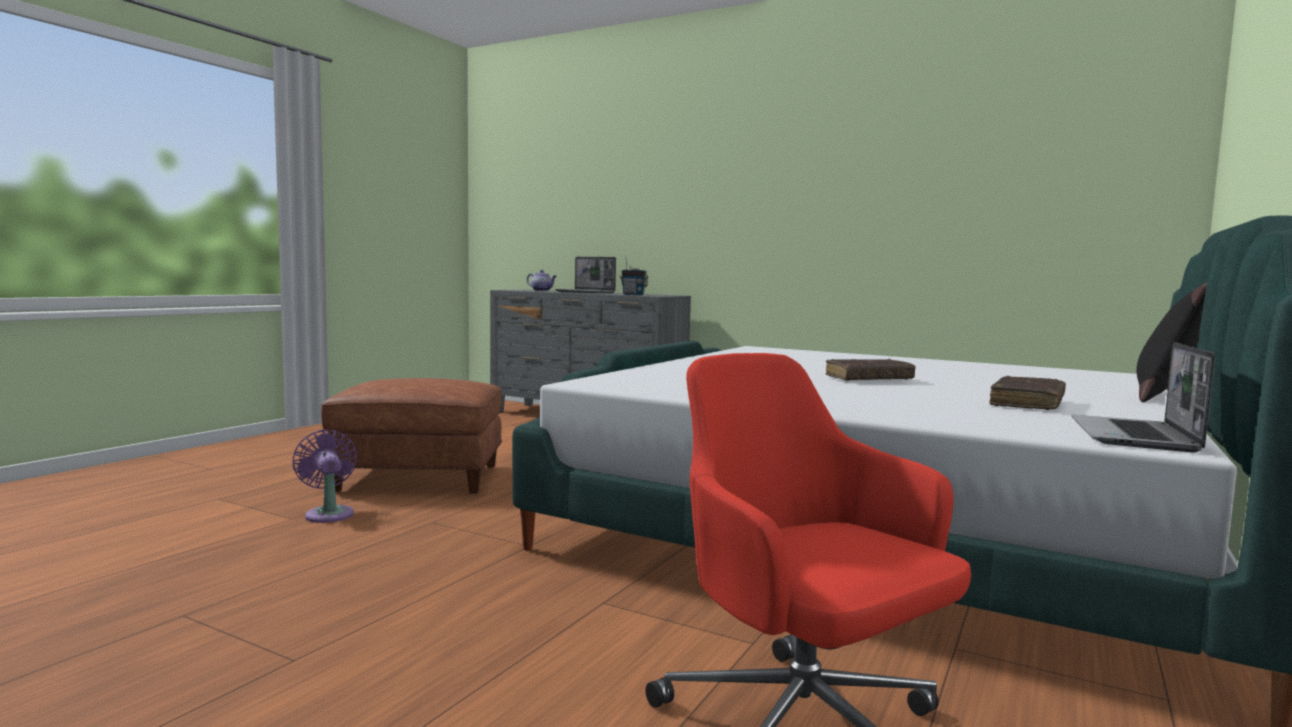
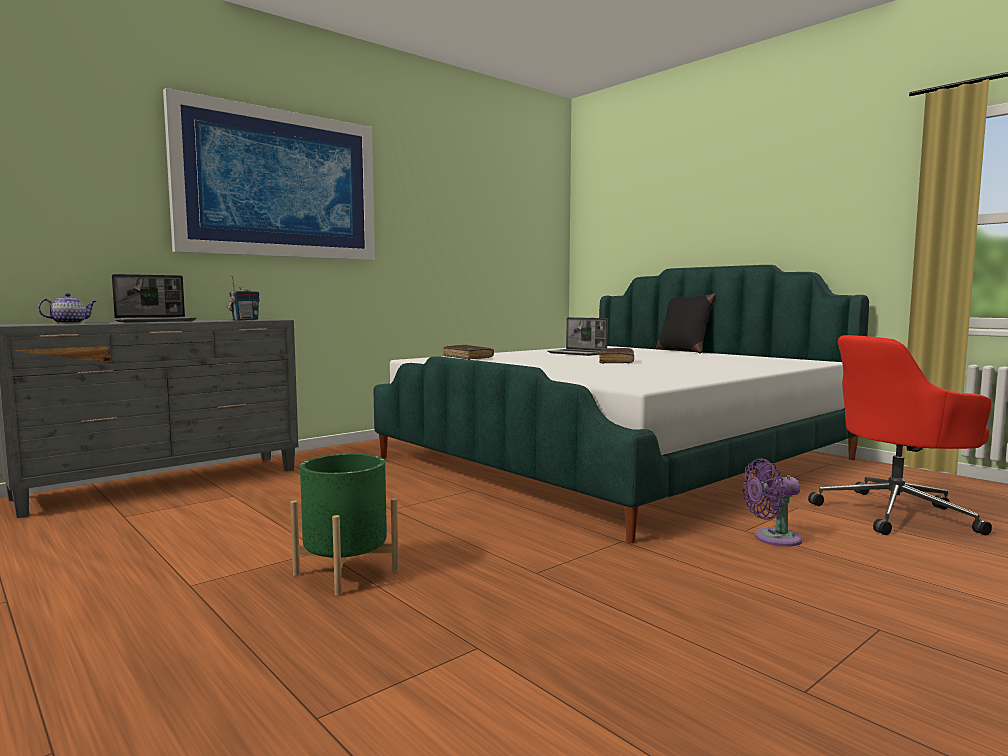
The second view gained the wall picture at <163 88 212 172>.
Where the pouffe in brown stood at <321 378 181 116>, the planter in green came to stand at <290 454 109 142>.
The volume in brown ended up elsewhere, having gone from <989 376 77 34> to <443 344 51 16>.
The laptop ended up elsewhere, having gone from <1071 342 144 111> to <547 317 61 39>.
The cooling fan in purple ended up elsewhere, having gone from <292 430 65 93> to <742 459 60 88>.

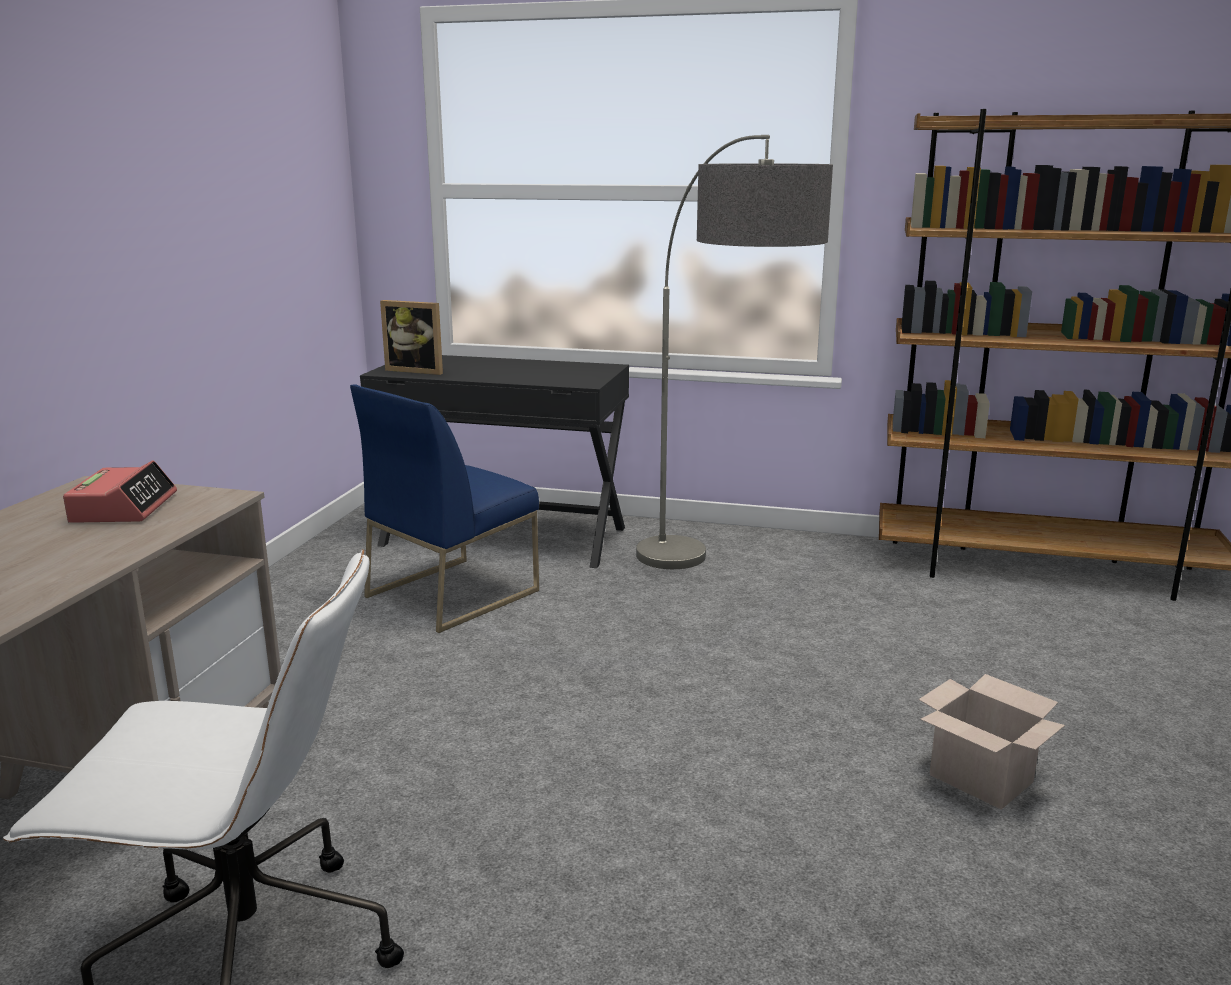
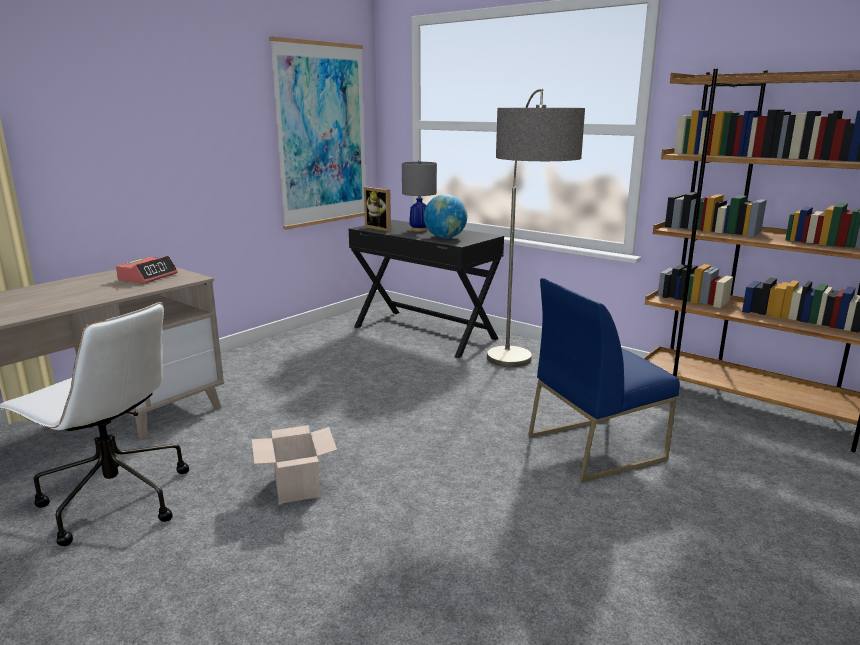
The cardboard box ended up elsewhere, having gone from <919 674 146 136> to <252 425 85 79>.
The second view gained the wall picture at <269 37 97 193>.
The second view gained the tabletop lamp in gray at <402 160 35 72>.
The second view gained the globe at <424 194 43 44>.
The chair in bluish ended up elsewhere, having gone from <350 384 189 249> to <528 278 152 205>.

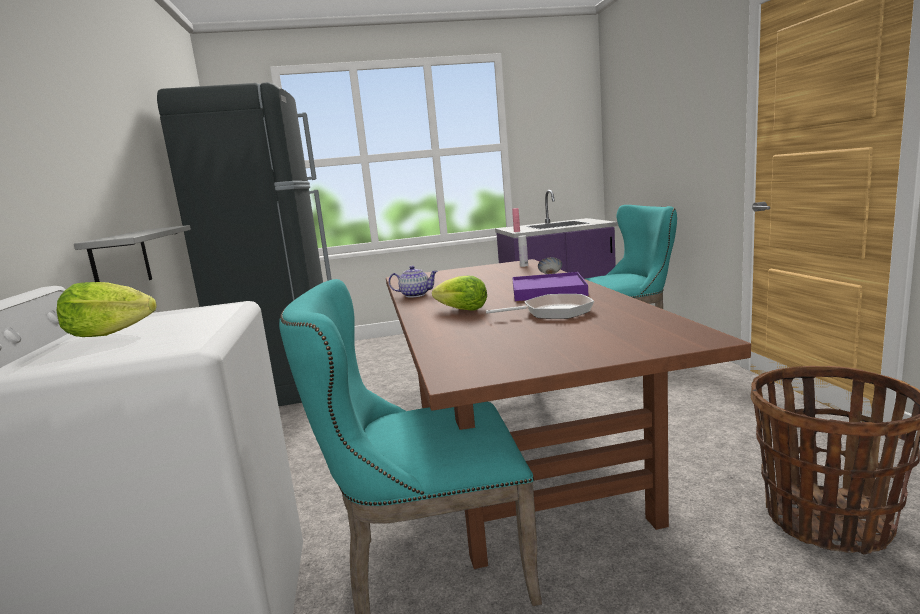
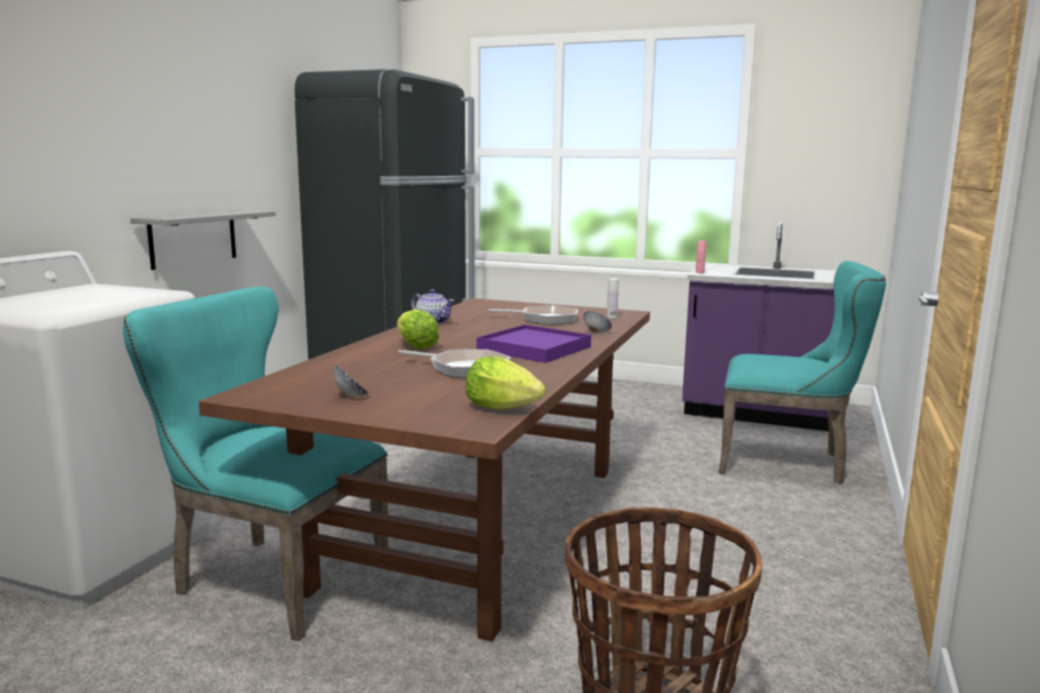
The second view gained the serving bowl at <334 365 34 31>.
The lettuce head ended up elsewhere, having gone from <56 282 101 55> to <466 356 79 54>.
The second view gained the skillet at <488 305 90 20>.

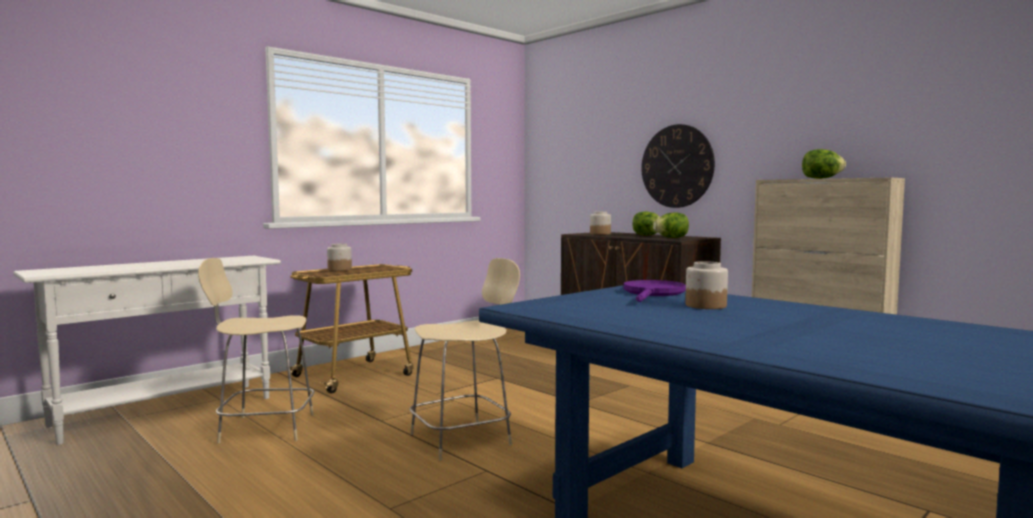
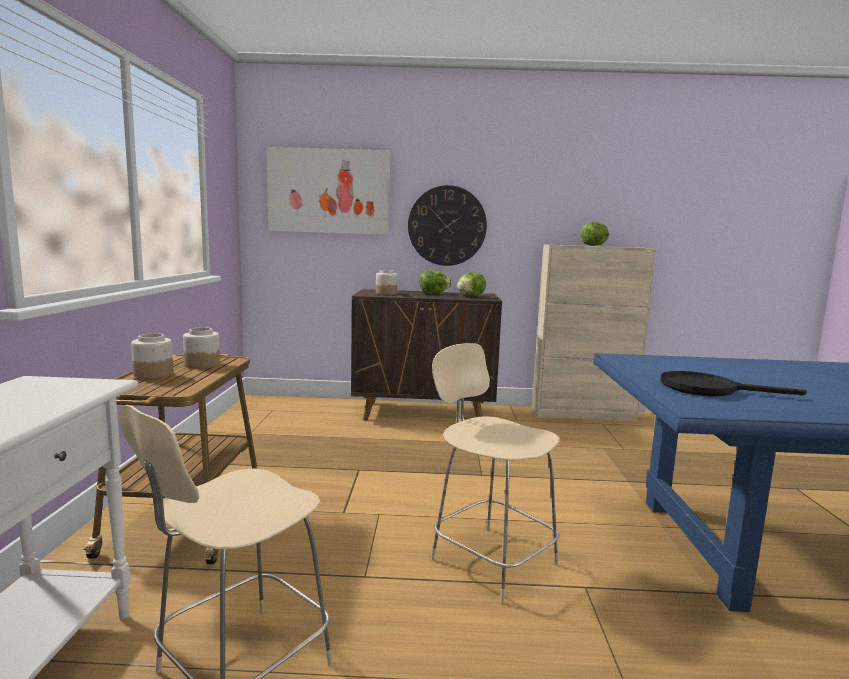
The jar ended up elsewhere, having gone from <685 261 43 48> to <183 327 37 42>.
The second view gained the wall picture at <267 147 123 88>.
The chair in beige at <410 258 110 203> ended up facing another way, 60 degrees counterclockwise from before.
The second view gained the skillet in blackish at <660 371 147 25>.
The second view lost the skillet in purple at <624 280 62 22>.

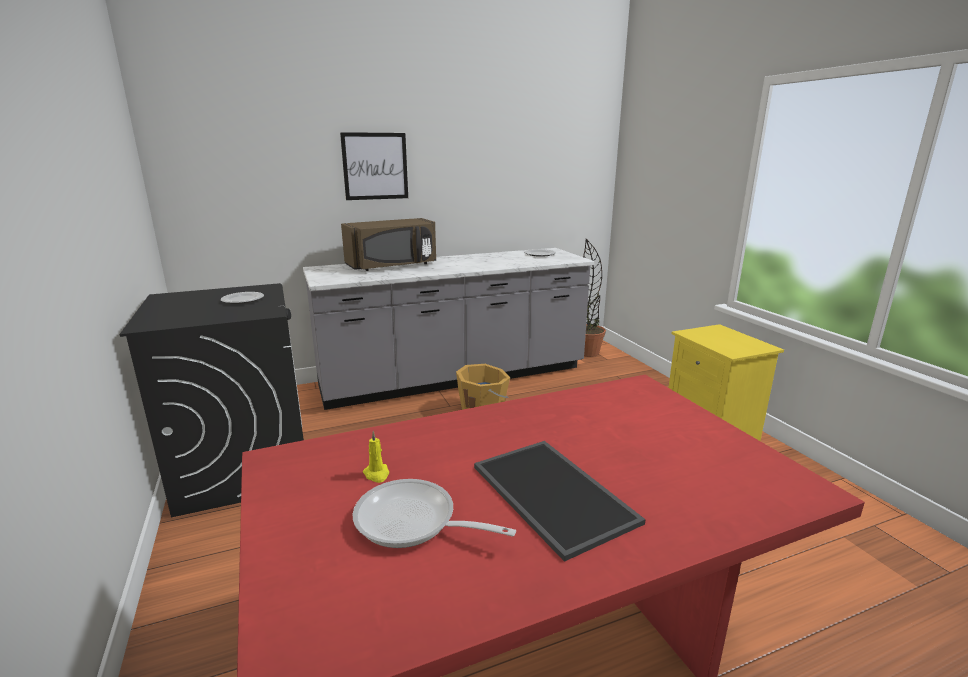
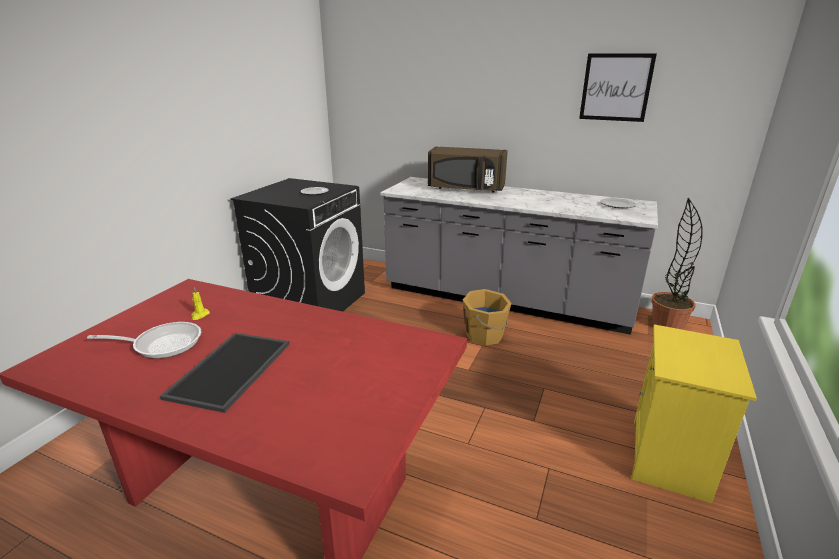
The skillet at <352 479 164 69> ended up facing another way, 105 degrees clockwise from before.
The wall picture ended up elsewhere, having gone from <340 132 68 68> to <579 53 78 69>.

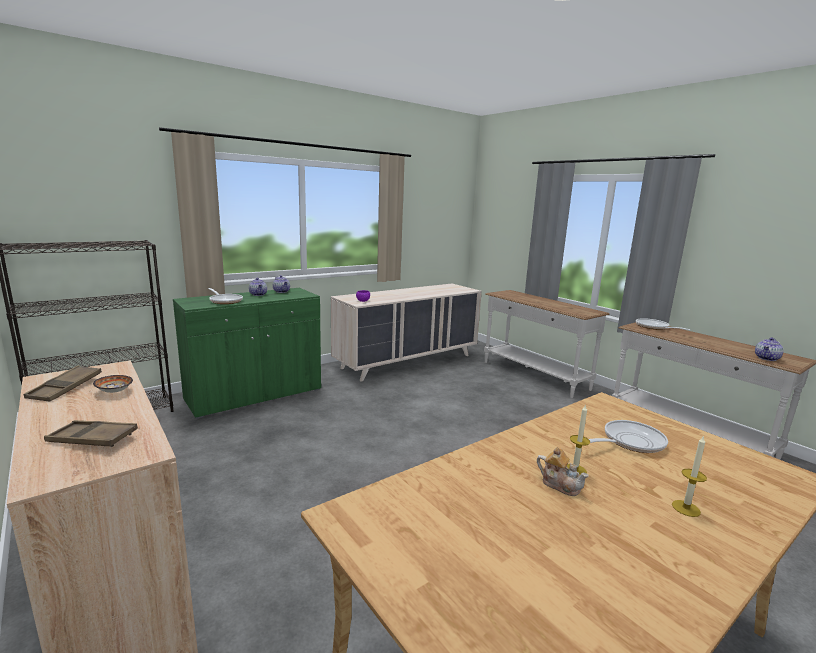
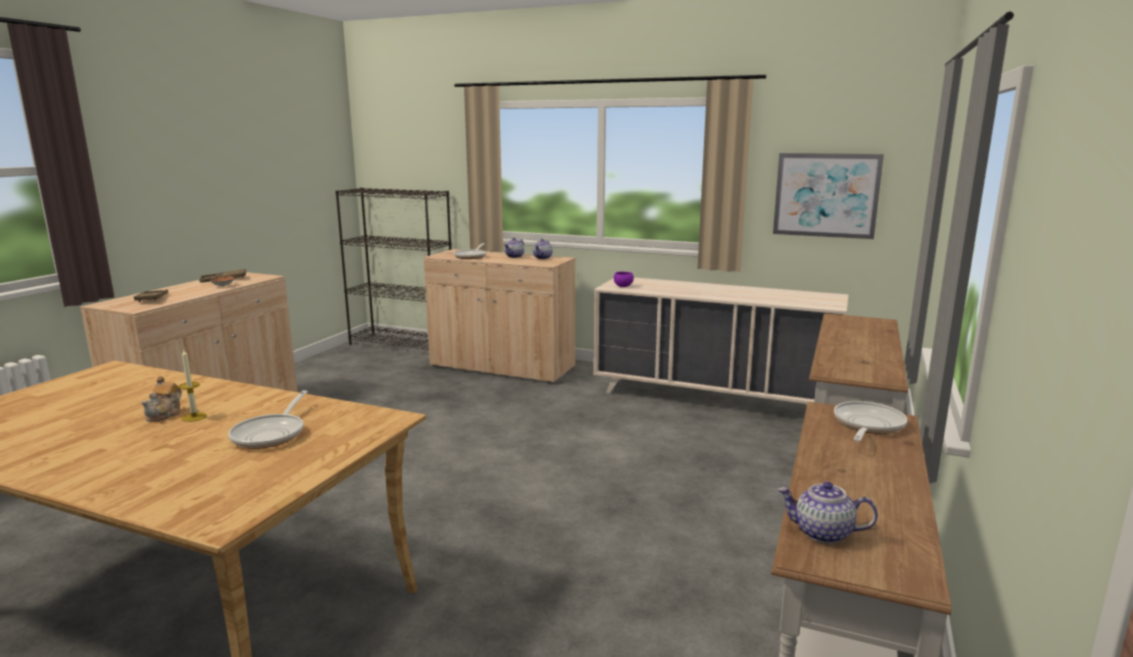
The skillet at <589 420 79 33> ended up facing another way, 60 degrees clockwise from before.
What was the storage cabinet in green at <173 288 148 131> turned into the storage cabinet in beige at <424 249 152 135>.
The second view gained the wall picture at <773 153 111 86>.
The second view lost the wax light at <672 435 35 82>.

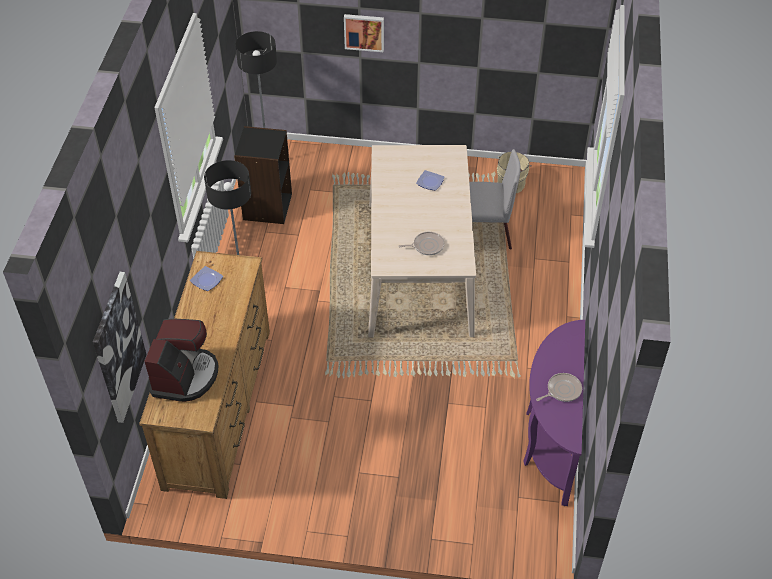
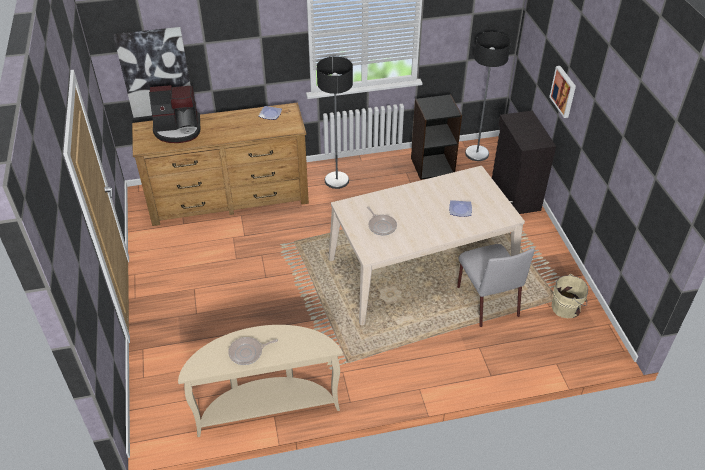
What was the hall table in purple at <523 320 62 186> turned into the hall table in beige at <178 325 165 112>.
The skillet at <536 373 46 29> ended up facing another way, 120 degrees clockwise from before.
The second view gained the storage cabinet in blackish at <492 111 64 103>.

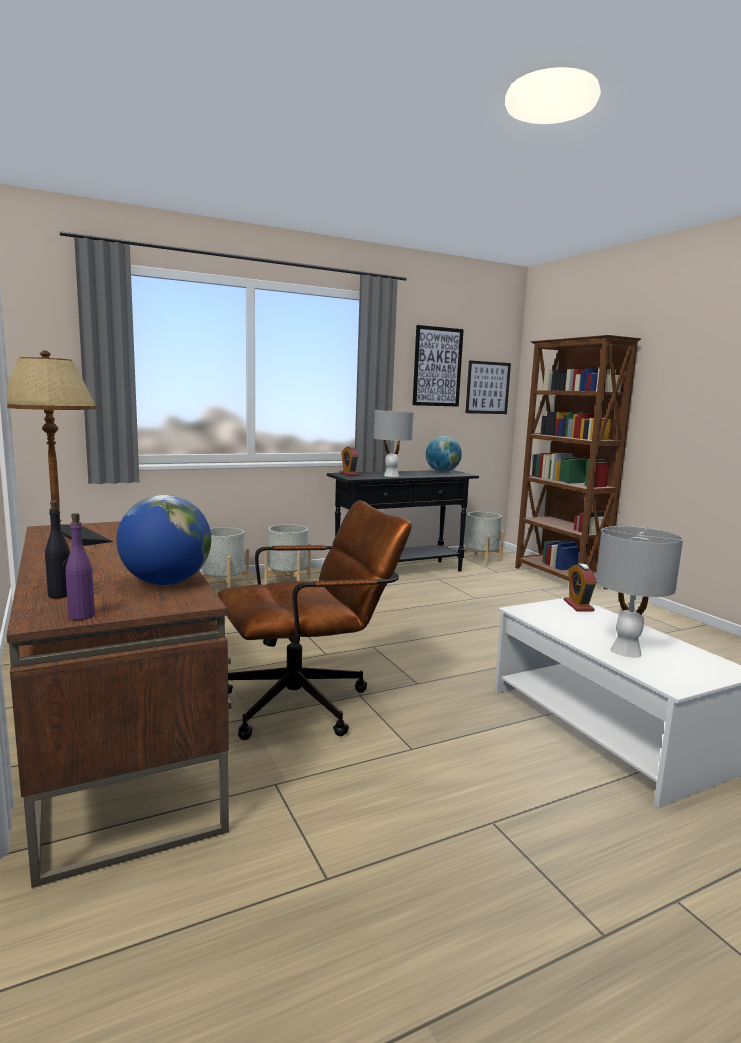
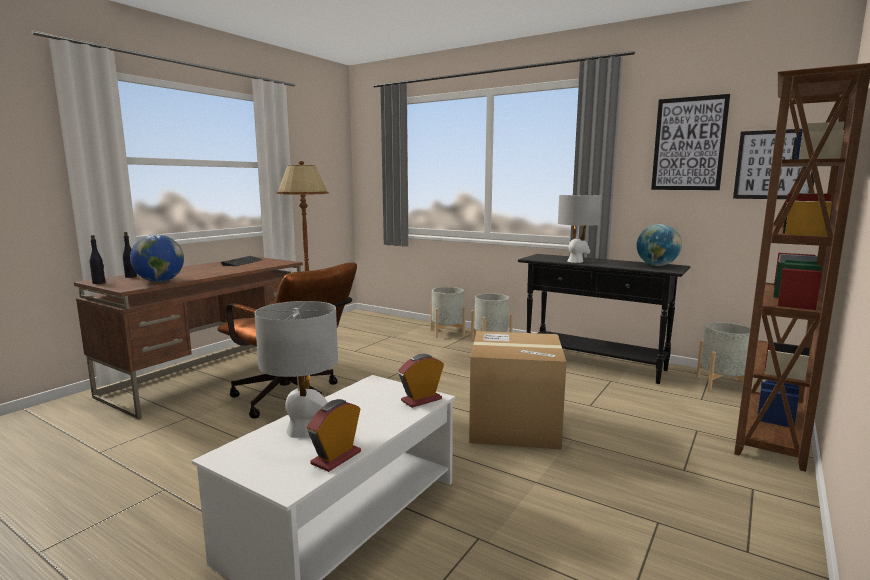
What was the beverage bottle in purple at <65 513 30 107> turned into the beverage bottle in blackish at <90 235 15 49>.
The alarm clock ended up elsewhere, having gone from <340 447 19 29> to <307 399 54 73>.
The second view gained the cardboard box at <469 331 97 119>.

